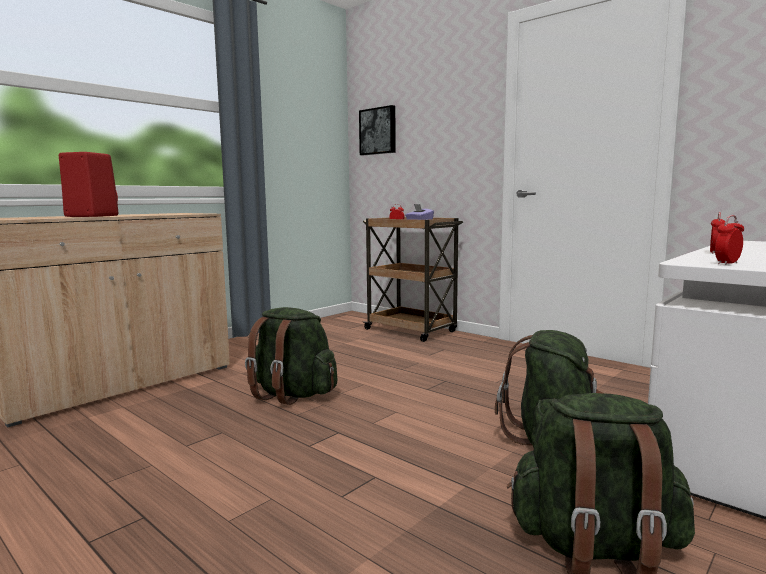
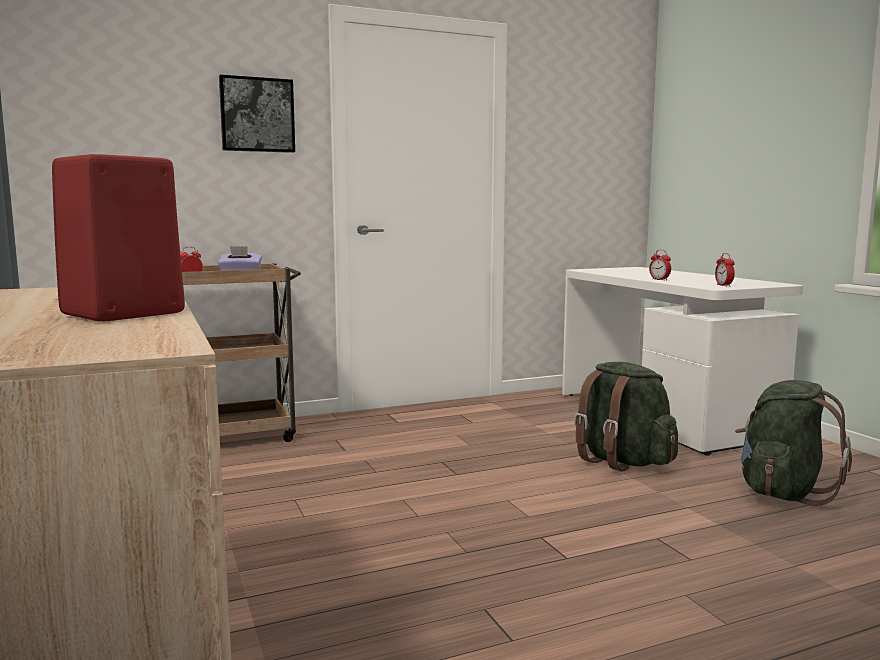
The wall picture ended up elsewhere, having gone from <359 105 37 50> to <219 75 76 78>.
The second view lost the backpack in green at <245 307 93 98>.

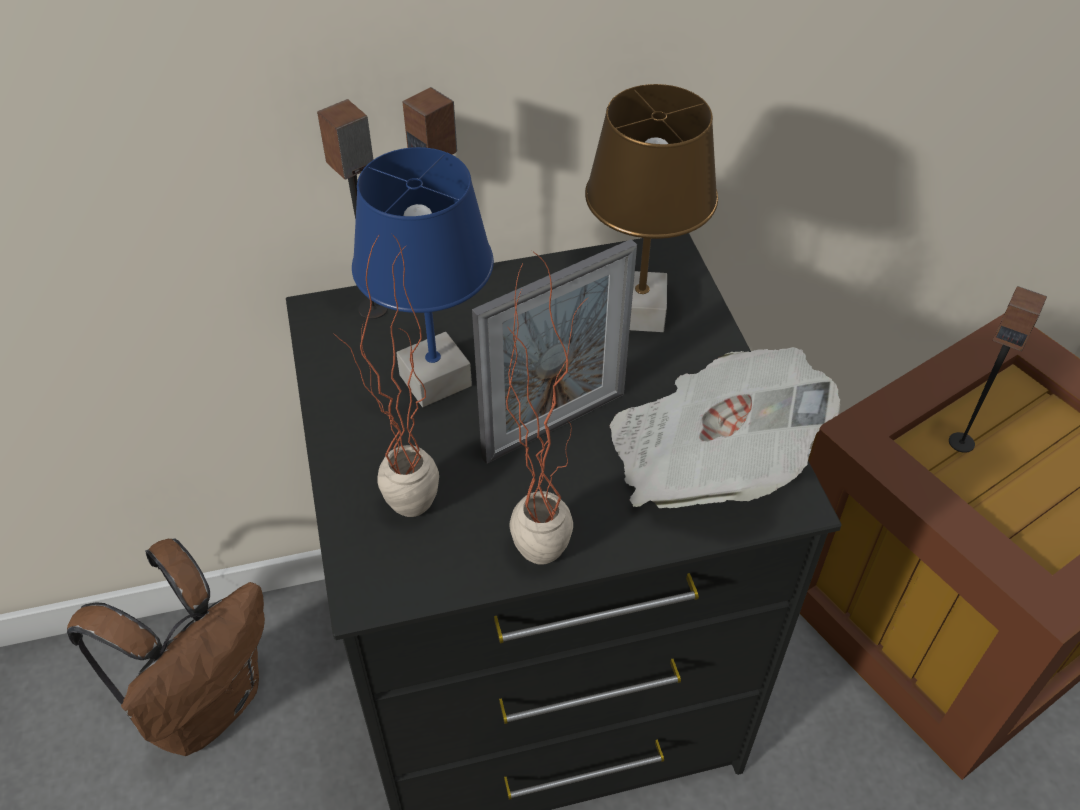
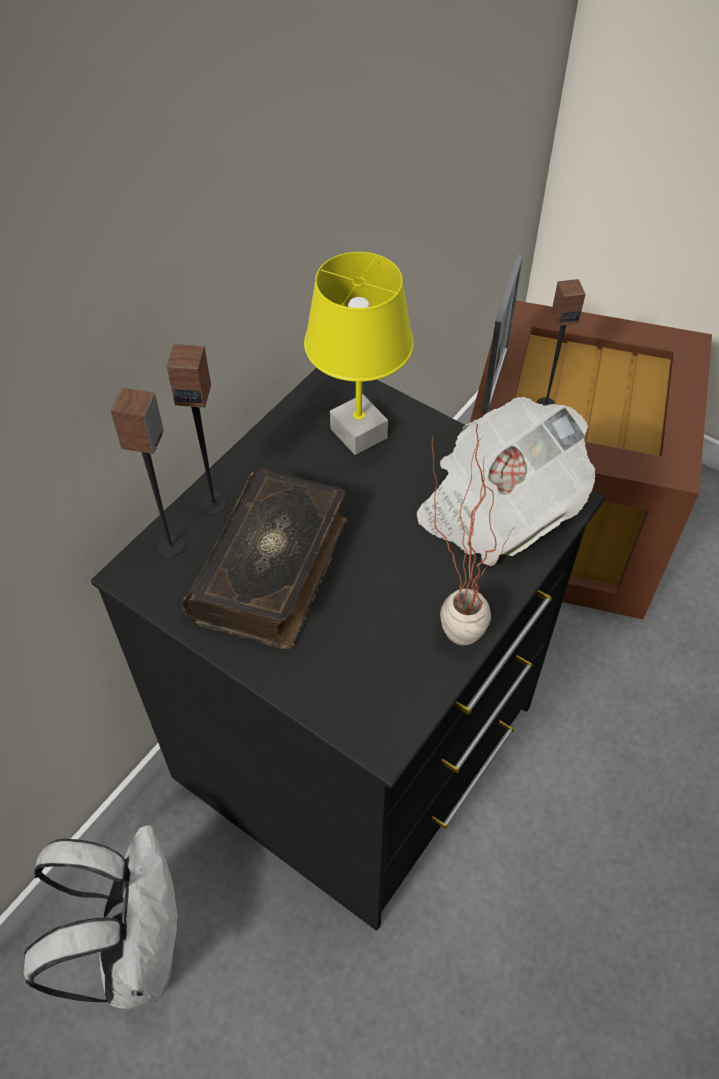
What was the backpack in brown at <67 539 198 217> turned into the backpack in white-coloured at <23 825 158 184>.
Where the tabletop lamp in bluish stood at <352 147 142 260>, the volume came to stand at <182 468 165 181>.
What was the tabletop lamp in brown at <585 84 133 248> turned into the tabletop lamp in yellow at <304 252 110 203>.
The picture frame ended up elsewhere, having gone from <472 239 165 225> to <482 254 41 160>.
The second view lost the potted plant at <332 234 107 283>.

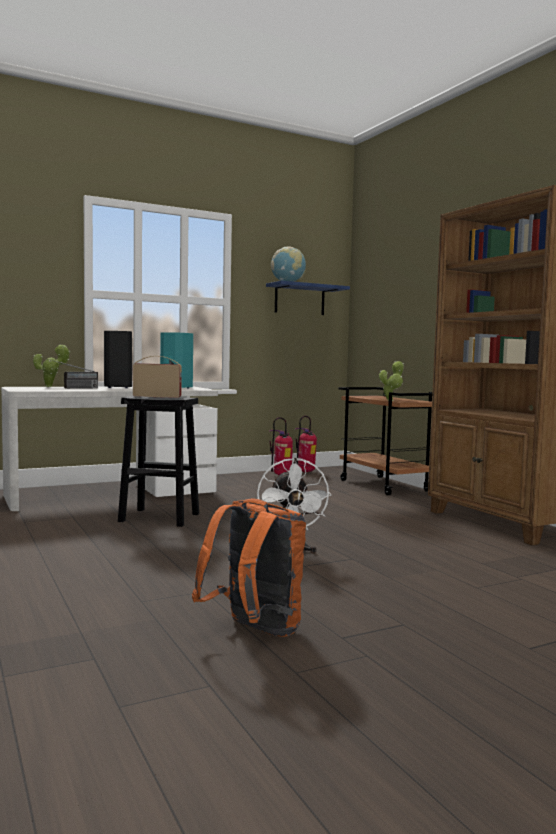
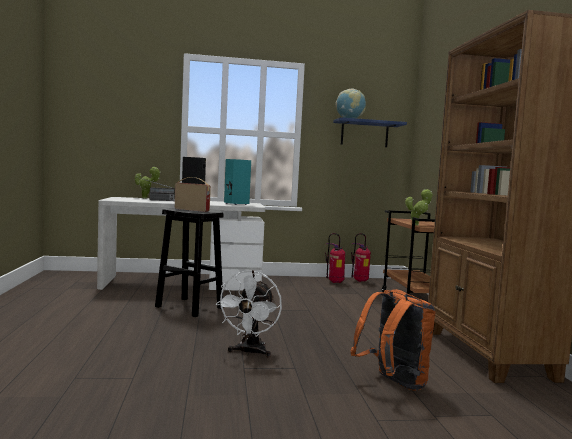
The backpack in orange ended up elsewhere, having gone from <192 498 114 139> to <350 289 86 102>.

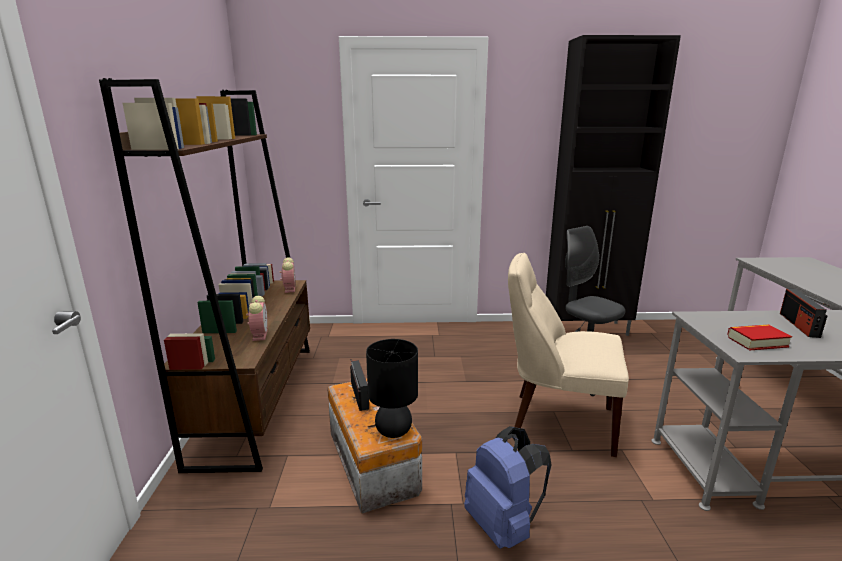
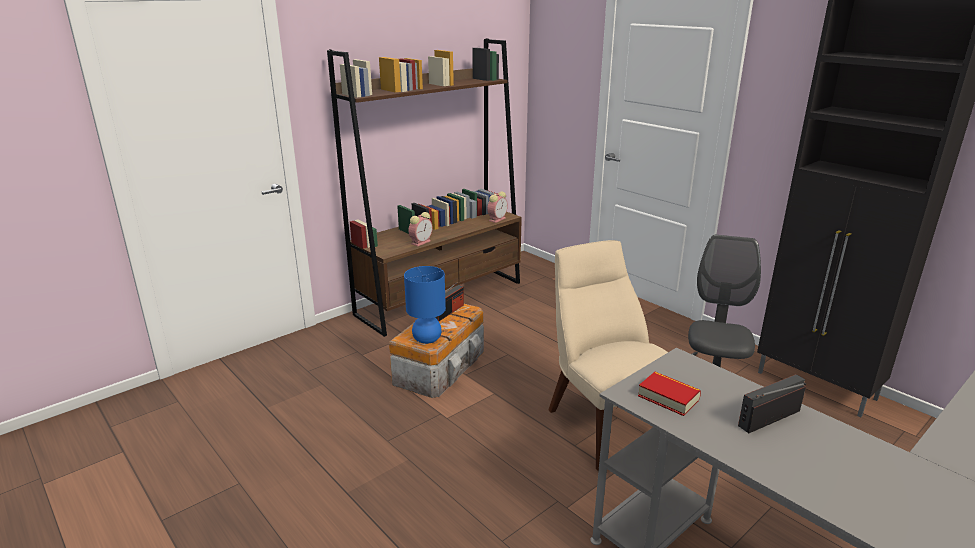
What was the tabletop lamp in blackish at <366 339 52 99> turned into the tabletop lamp in bluish at <404 266 42 78>.
The second view lost the backpack in bluish at <464 426 88 123>.

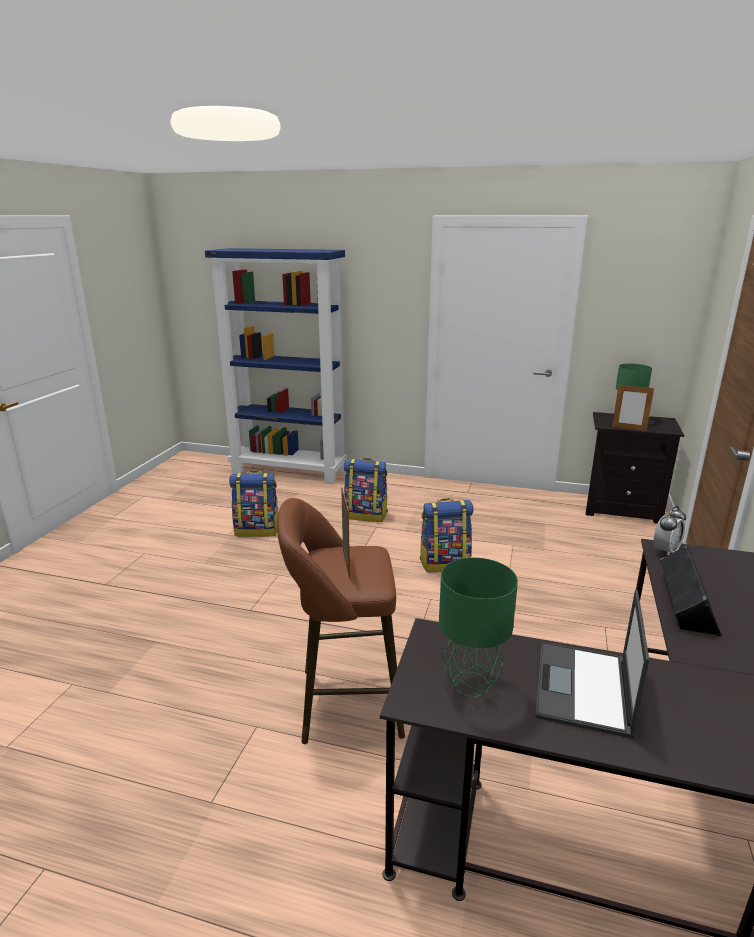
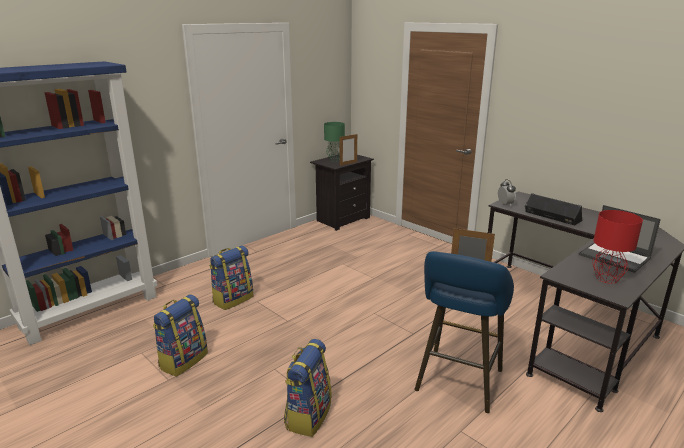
The backpack ended up elsewhere, having gone from <420 498 53 75> to <284 339 48 98>.
What was the stool in brown at <277 498 128 246> turned into the stool in bluish at <415 251 99 162>.
What was the tabletop lamp in green at <439 558 79 139> turned into the tabletop lamp in reddish at <592 210 51 74>.

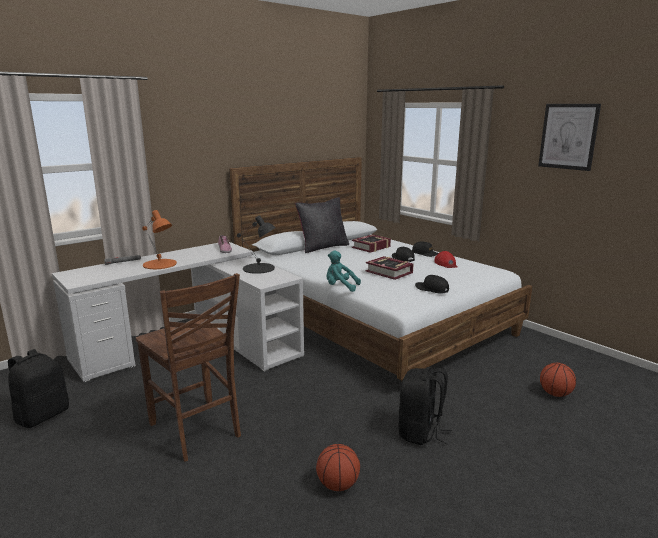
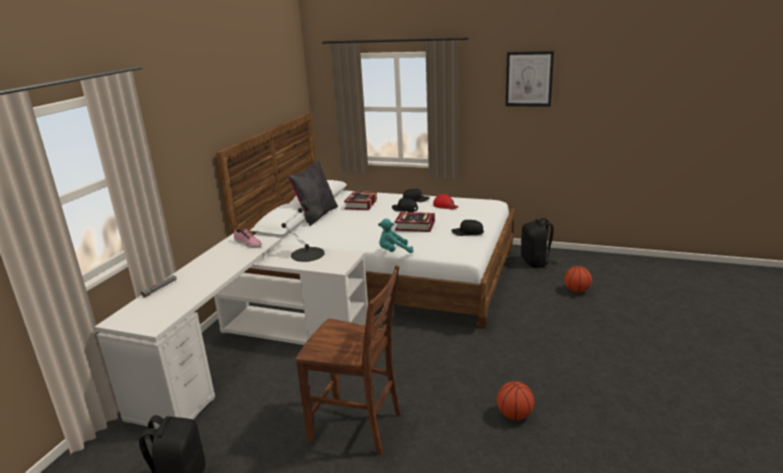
The backpack in blackish ended up elsewhere, having gone from <398 367 54 78> to <521 218 35 50>.
The second view lost the tabletop lamp in orange at <142 210 35 59>.

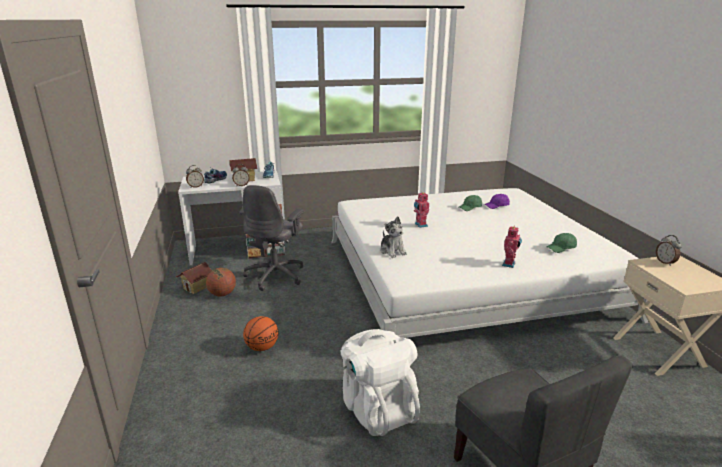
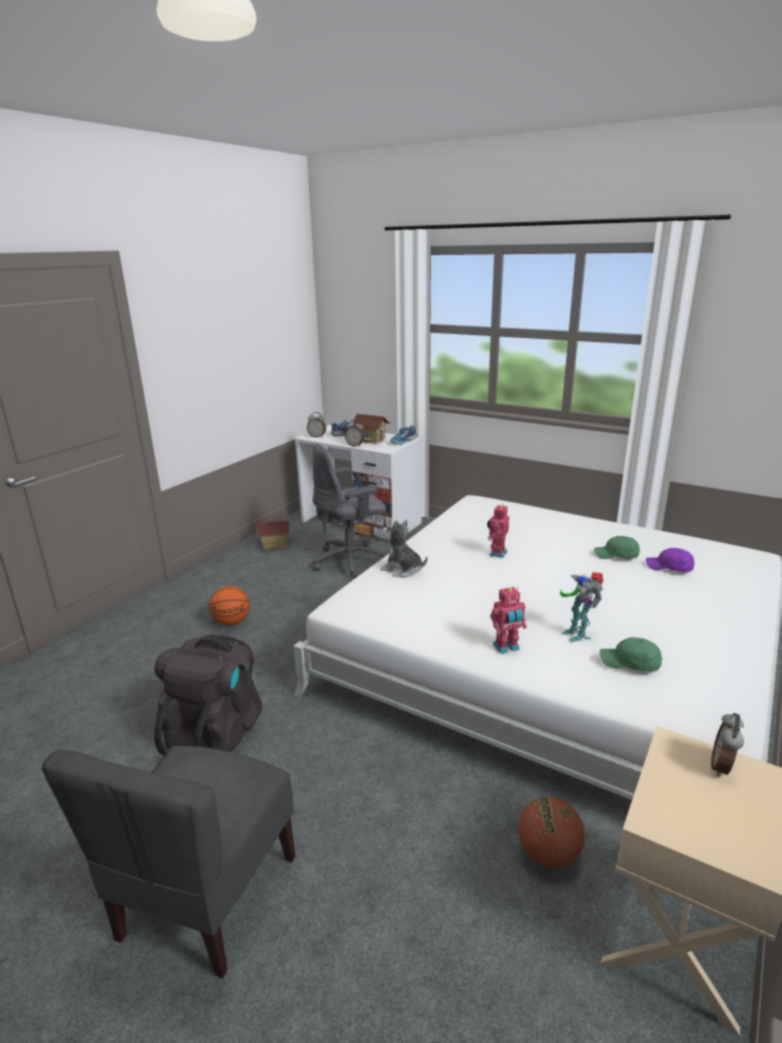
What was the backpack in white-coloured at <341 329 79 107> turned into the backpack in blackish at <154 635 108 121>.
The plush toy at <380 216 27 42> ended up facing another way, 105 degrees clockwise from before.
The basketball ended up elsewhere, having gone from <206 268 30 29> to <518 797 67 72>.
The second view gained the model robot at <560 572 43 70>.

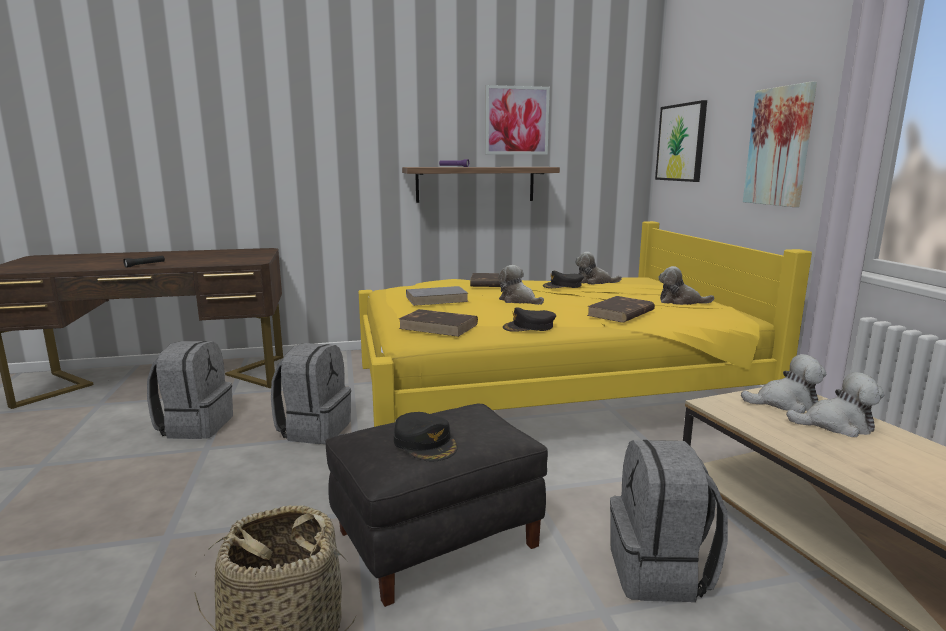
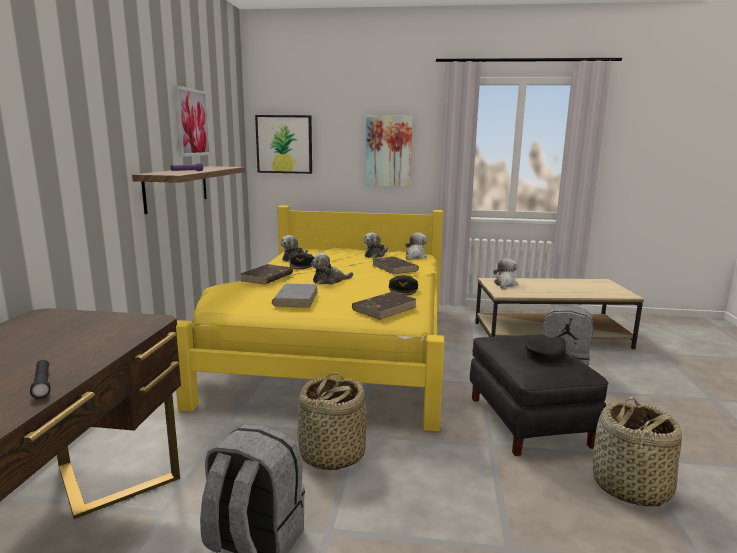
Where the backpack in gray stood at <271 343 80 101>, the household basket came to stand at <298 372 69 98>.
The plush toy ended up elsewhere, having gone from <786 372 98 65> to <406 233 21 27>.

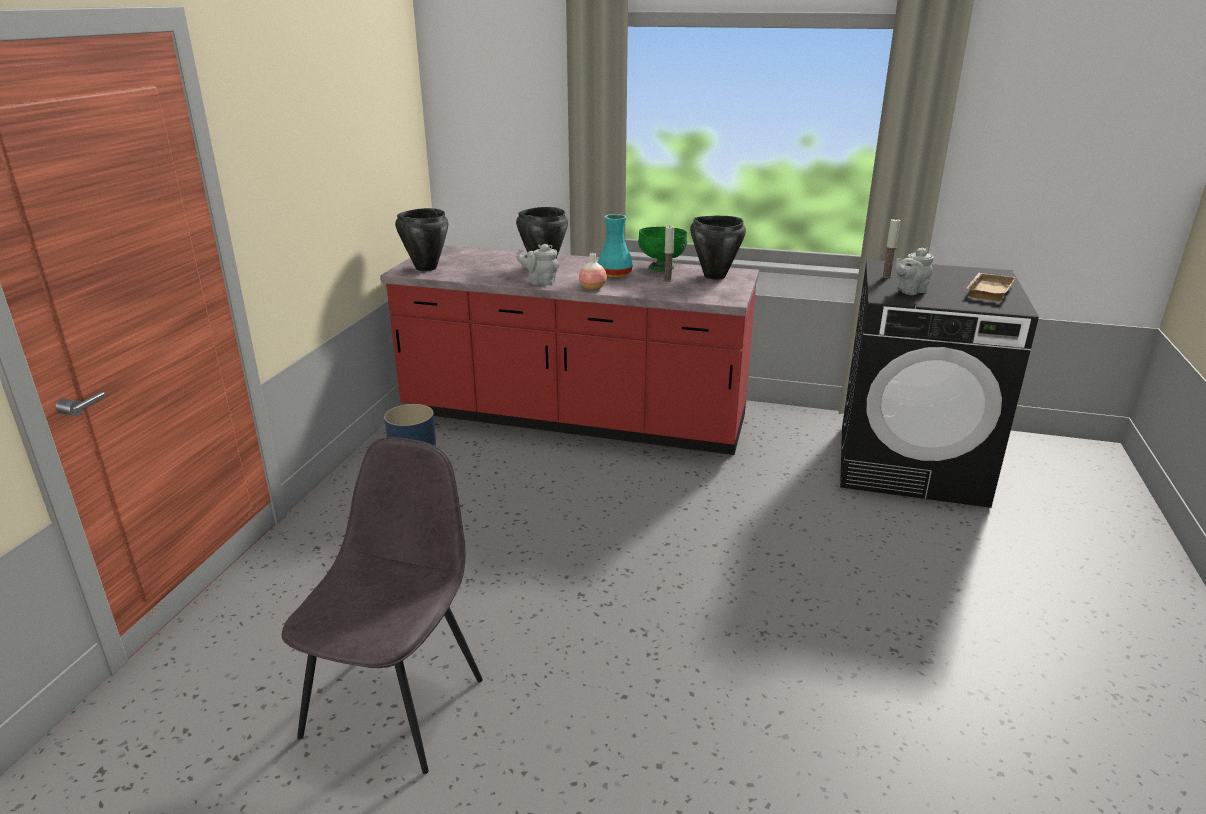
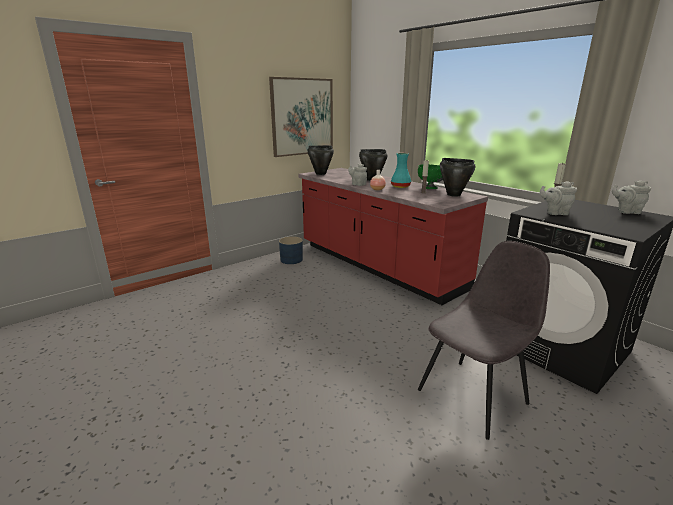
The second view gained the wall picture at <269 77 64 80>.
The chair in gray ended up elsewhere, having gone from <282 437 201 337> to <418 241 132 199>.
The second view gained the tea pot in gray at <612 180 39 34>.
The second view lost the tray in beige at <966 273 49 28>.

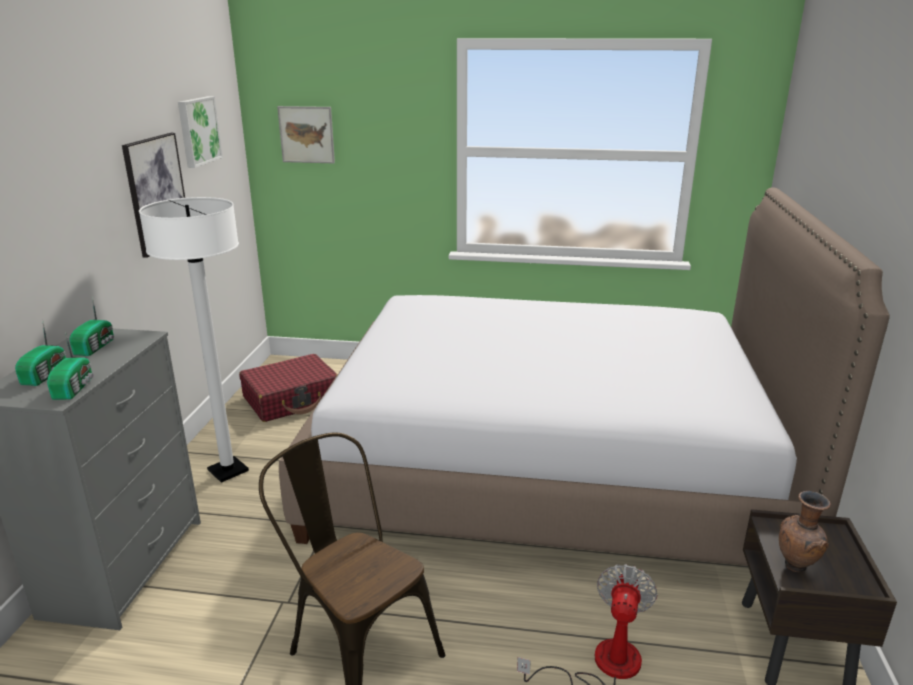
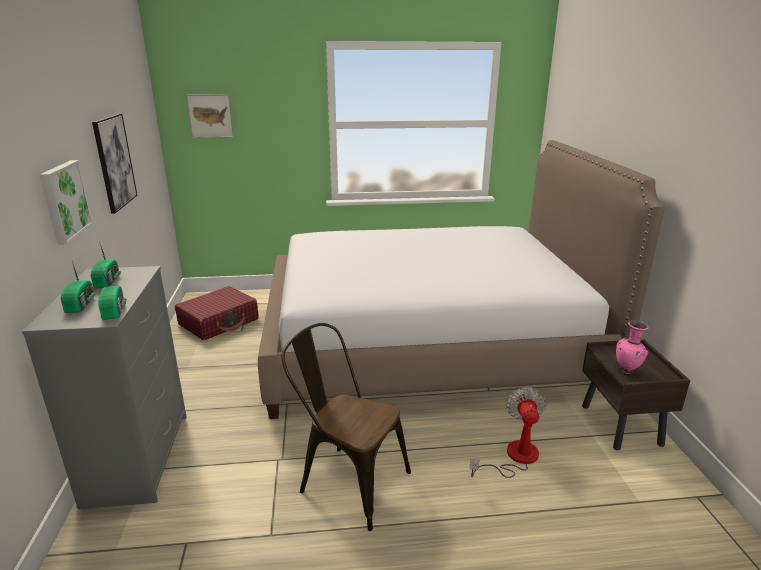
The wall picture ended up elsewhere, having gone from <178 96 45 72> to <40 160 53 85>.
What was the decorative vase in brown at <779 491 52 81> turned into the decorative vase in pink at <616 321 33 53>.
The second view lost the standard lamp in white-coloured at <139 197 110 286>.

